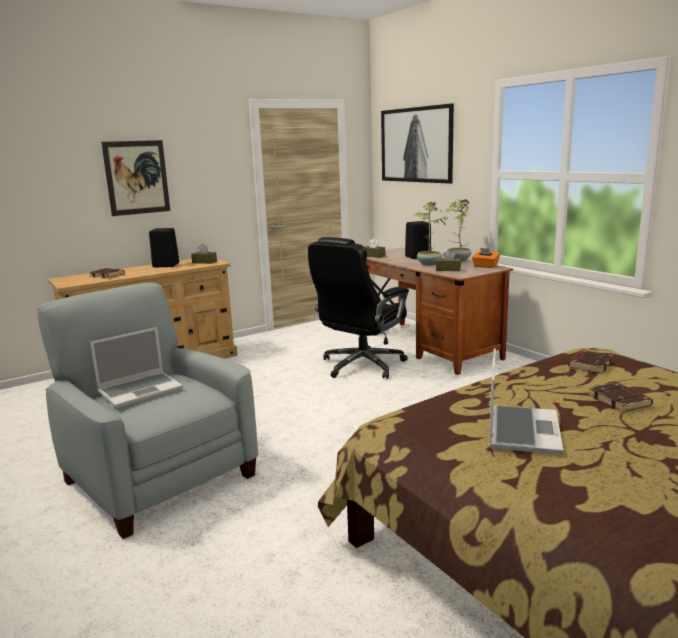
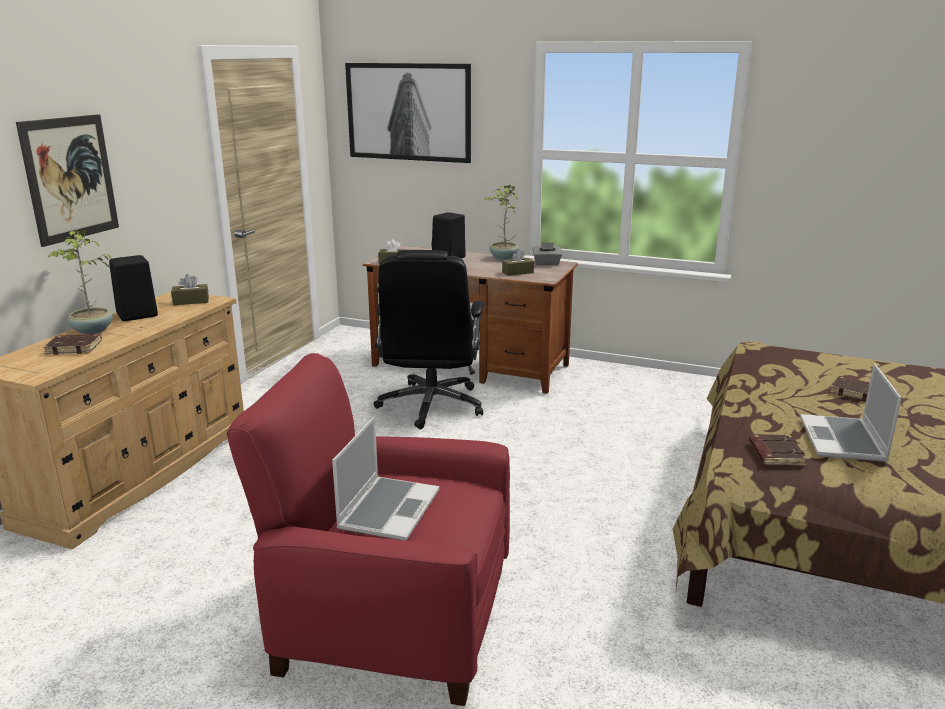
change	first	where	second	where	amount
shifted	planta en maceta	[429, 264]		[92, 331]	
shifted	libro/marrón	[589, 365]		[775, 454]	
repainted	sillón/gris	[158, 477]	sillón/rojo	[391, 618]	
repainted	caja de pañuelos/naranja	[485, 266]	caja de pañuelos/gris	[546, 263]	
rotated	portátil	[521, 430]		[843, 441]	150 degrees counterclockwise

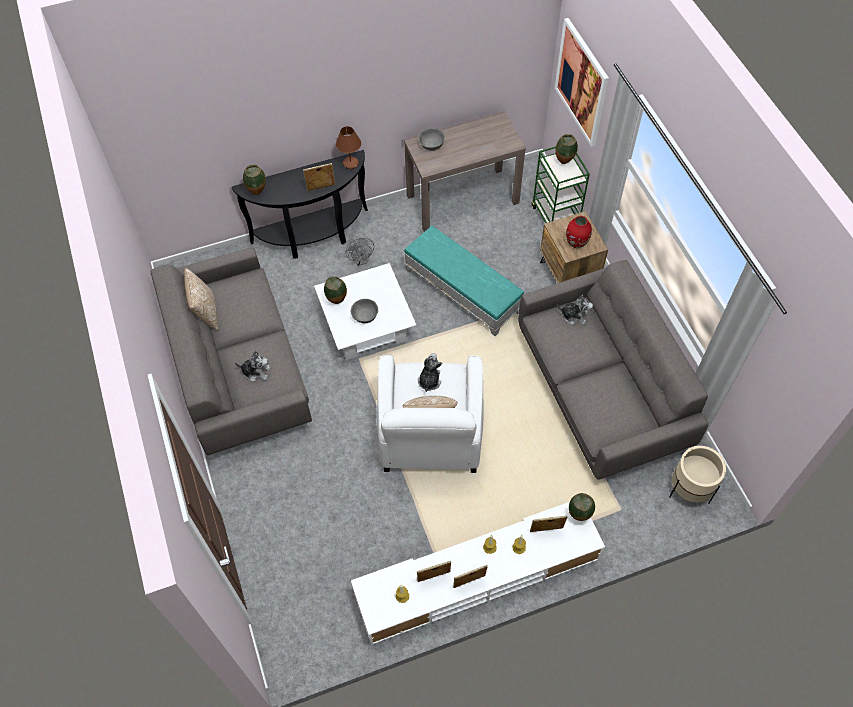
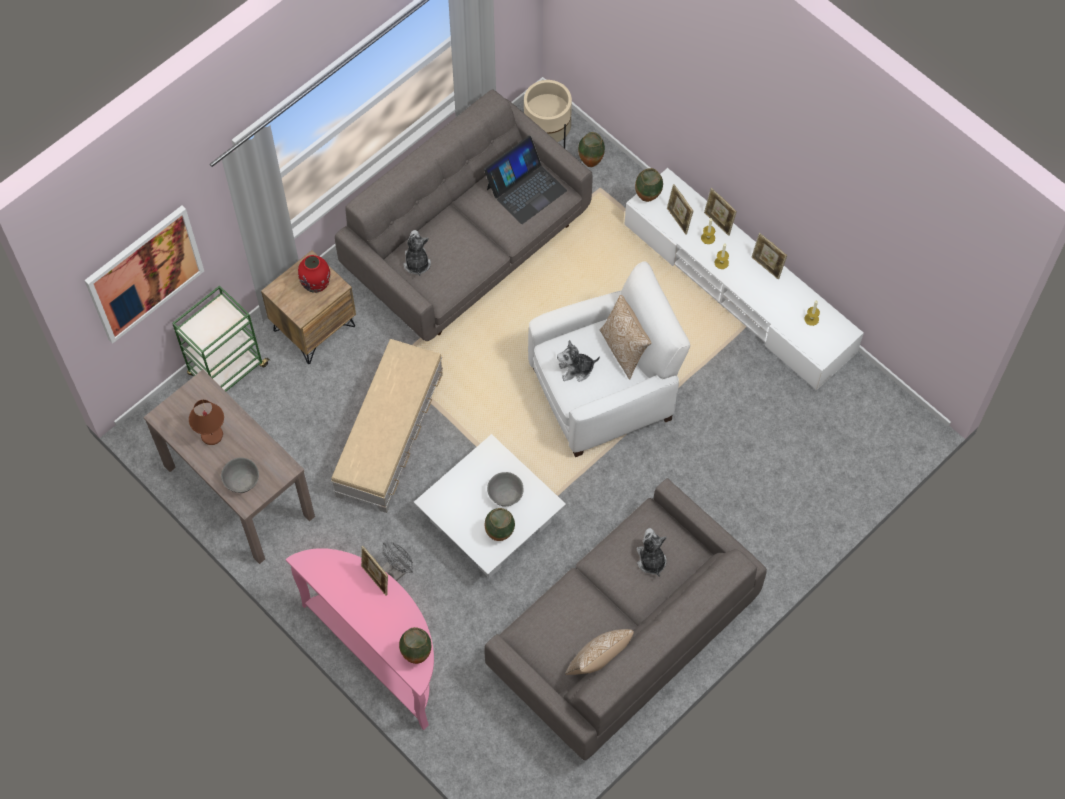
change	first	where	second	where	amount
new			portátil	[525, 189]	
shifted	lámpara de mesa/marrón	[350, 164]		[212, 435]	
shifted	portarretratos	[433, 578]		[718, 223]	
shifted	florero	[564, 162]		[590, 162]	
repainted	mesa consola/negro	[313, 236]	mesa consola/rosa	[380, 650]	
repainted	puf/turquesa	[462, 290]	puf/beis	[390, 434]	

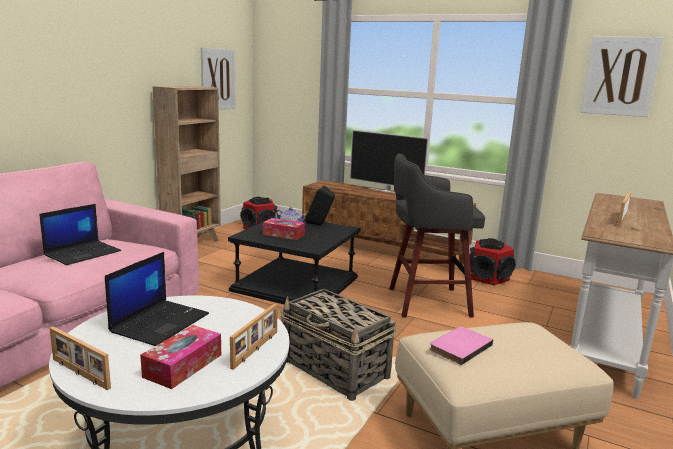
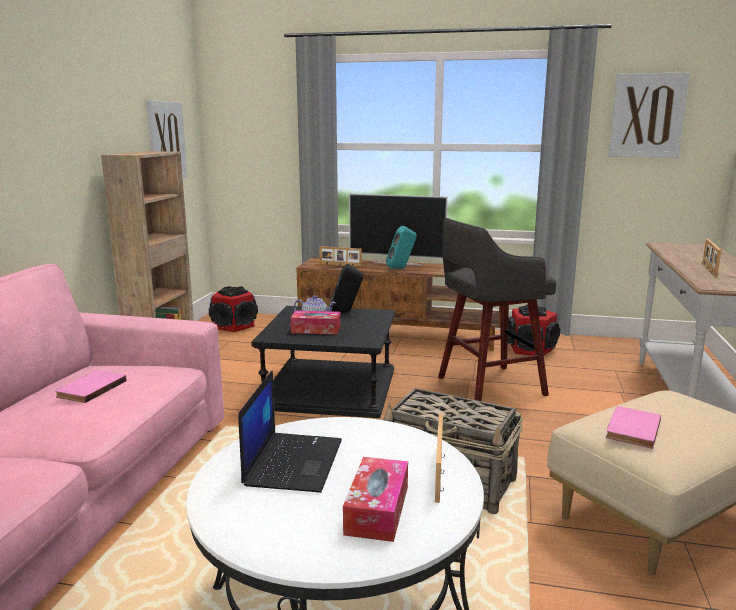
change	first	where	second	where	amount
new			altavoz/turquesa	[401, 268]	
shifted	portarretratos	[79, 374]		[340, 265]	
swapped	portátil	[83, 253]	libro/rosa	[90, 388]	

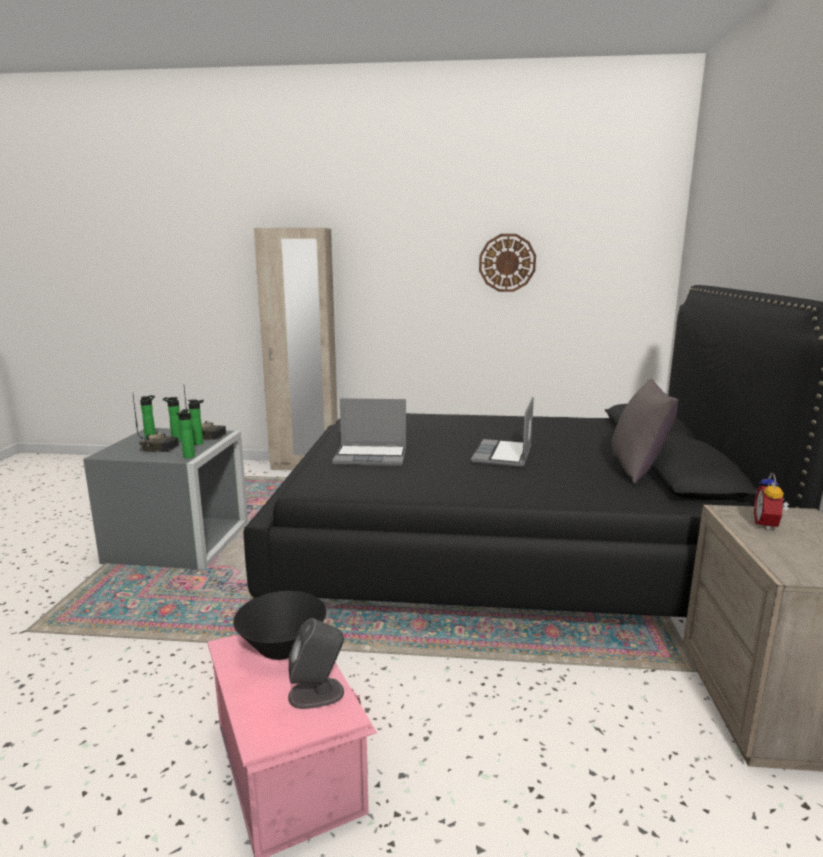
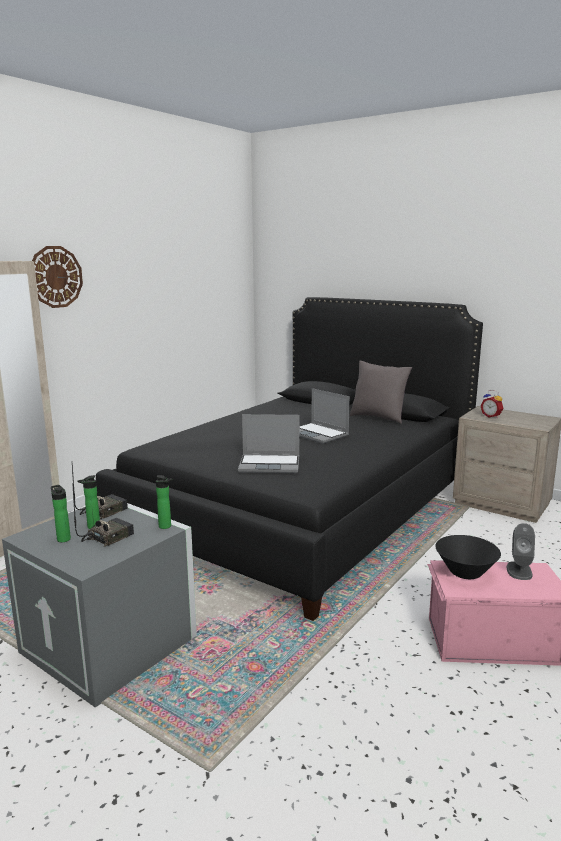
change	first	where	second	where	amount
gone	botella	[200, 443]			
shifted	reloj de pared	[507, 263]		[55, 277]	
rotated	portátil	[371, 457]		[270, 465]	60 degrees clockwise

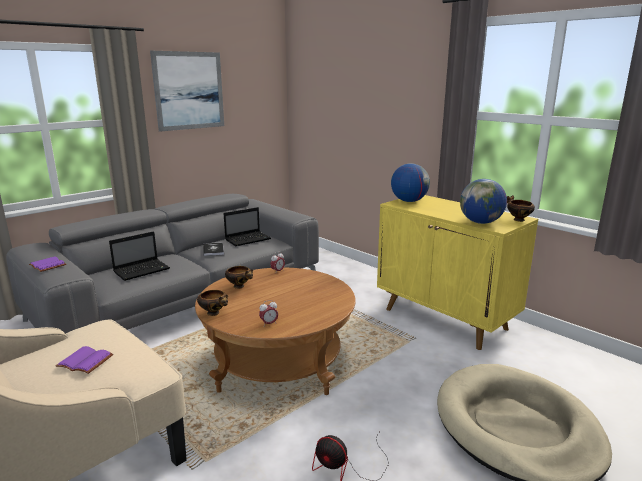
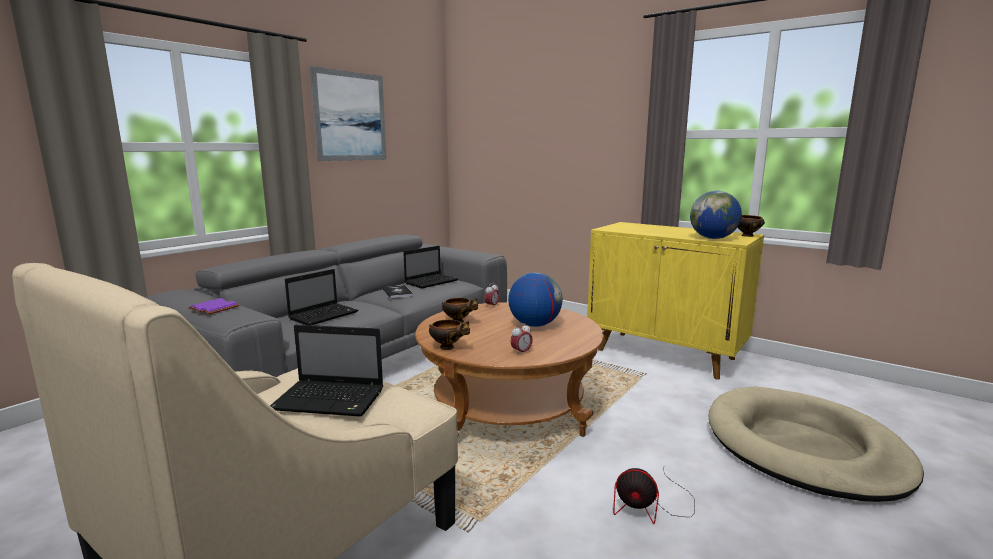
change	first	where	second	where	amount
shifted	globo terráqueo	[409, 201]		[534, 325]	
swapped	libro/morado	[86, 361]	portátil	[331, 400]	

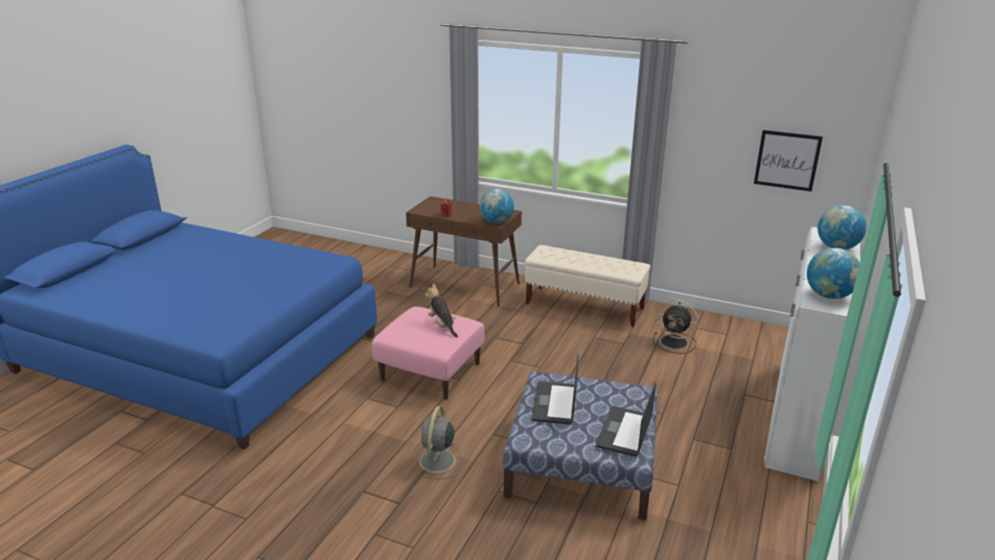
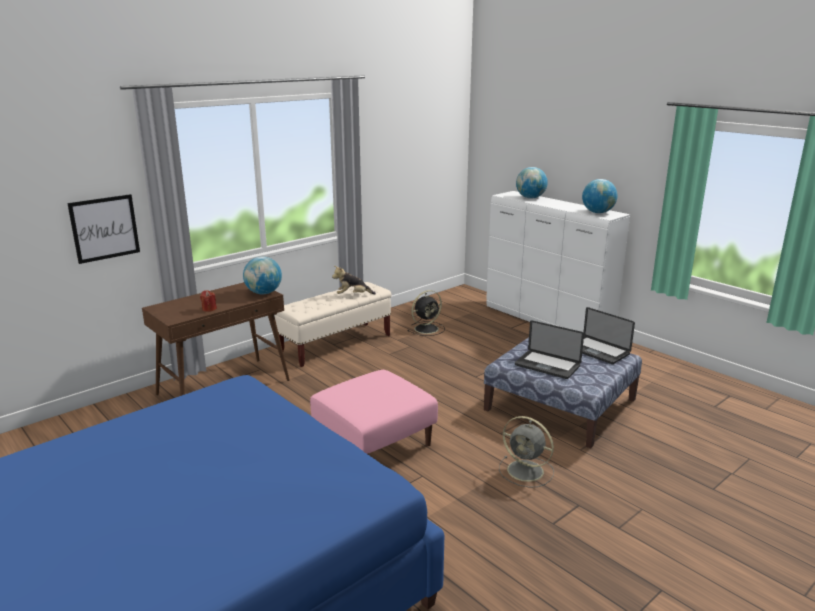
change	first	where	second	where	amount
shifted	peluche	[442, 325]		[353, 295]	
shifted	cuadro	[787, 160]		[104, 228]	

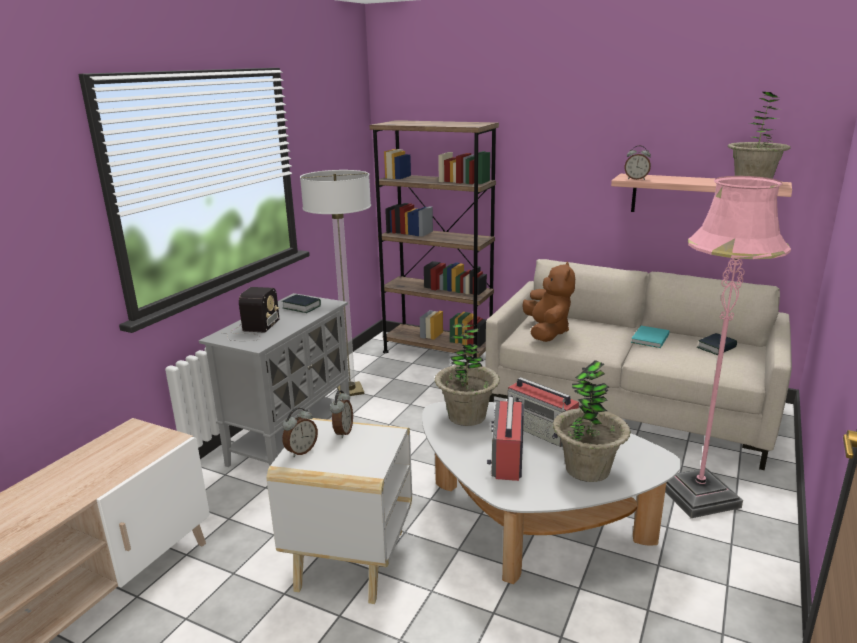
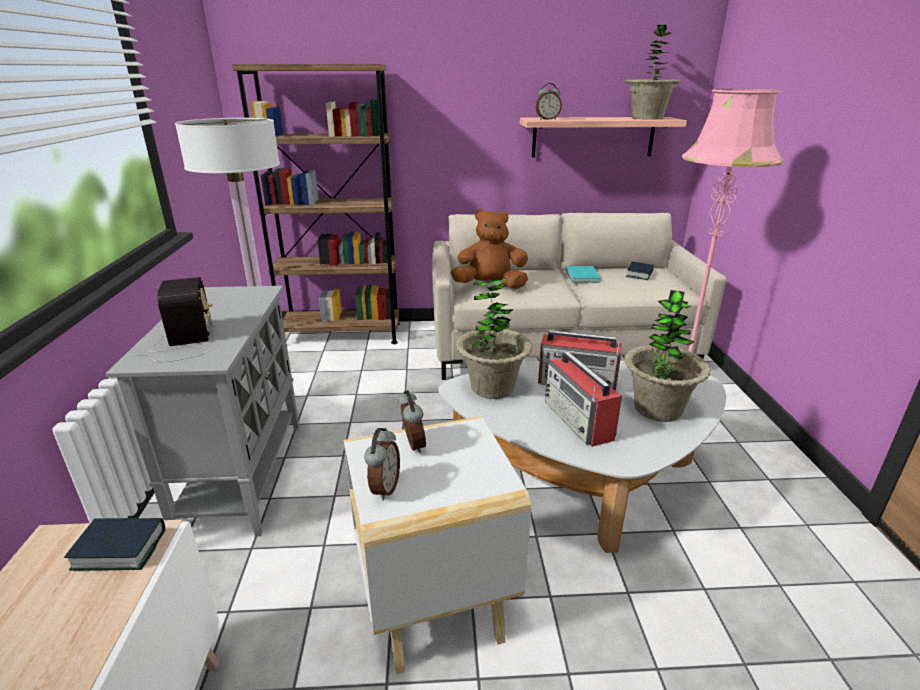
change	first	where	second	where	amount
shifted	libro	[301, 307]		[120, 549]	
rotated	peluche/marrón	[547, 332]		[490, 286]	60 degrees counterclockwise

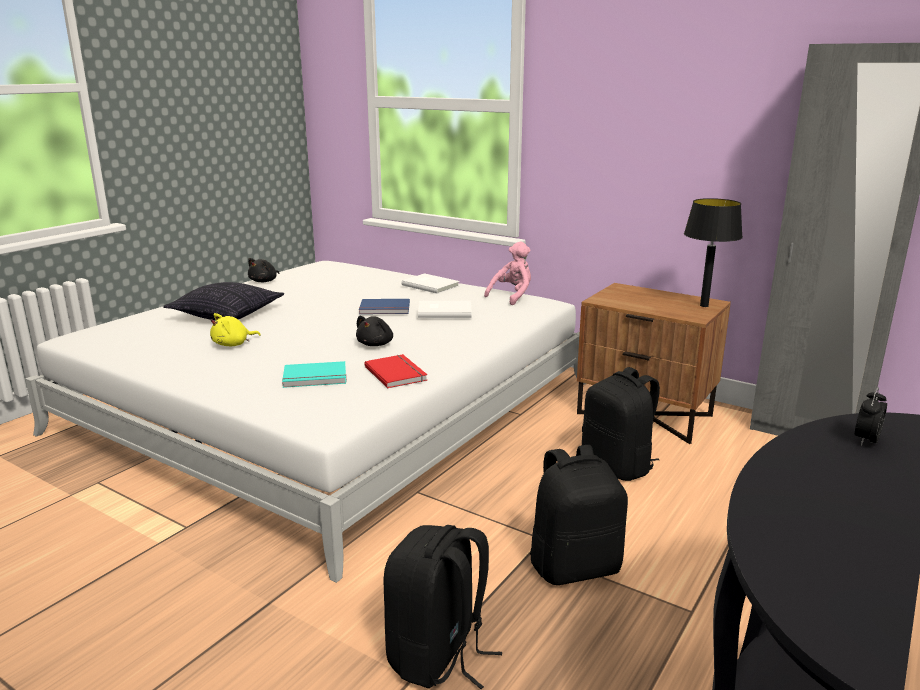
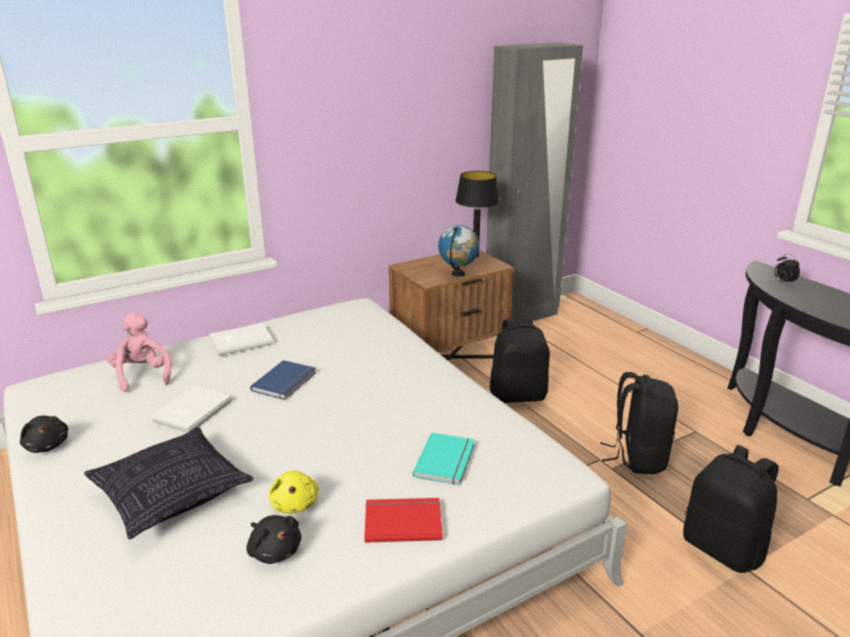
change	first	where	second	where	amount
new			globo terráqueo	[458, 274]	
shifted	peluche/negro	[376, 344]		[274, 551]	
shifted	libro/rojo	[397, 373]		[402, 521]	
shifted	libro/blanco	[444, 311]		[190, 412]	
shifted	peluche/rosa	[512, 296]		[142, 376]	

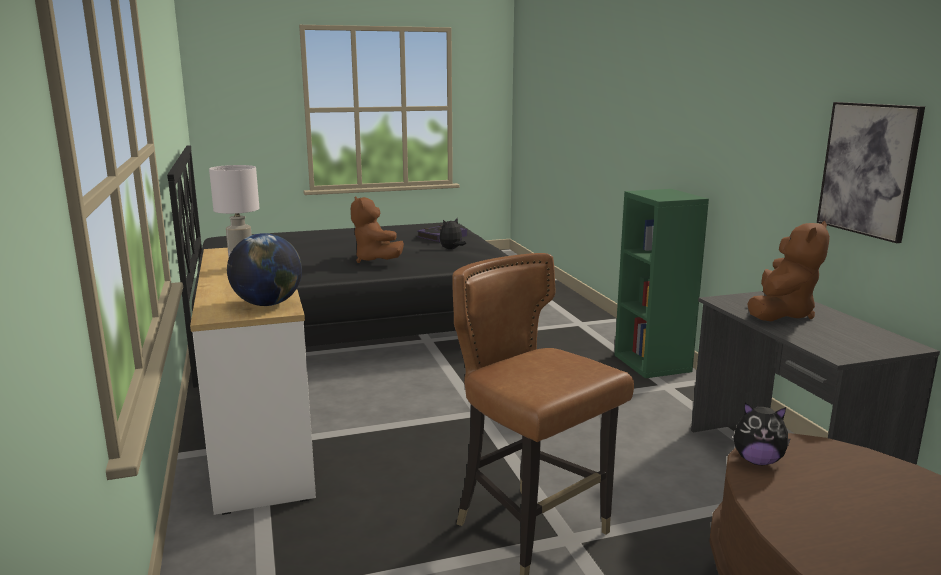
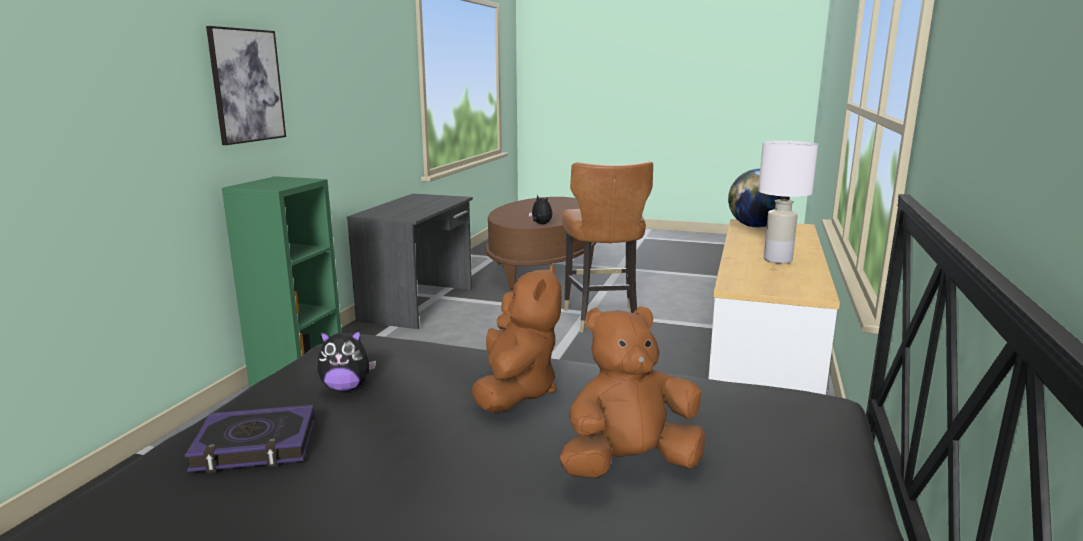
change	first	where	second	where	amount
shifted	peluche/marrón	[781, 314]		[629, 465]	
shifted	cuadro	[868, 169]		[247, 86]	

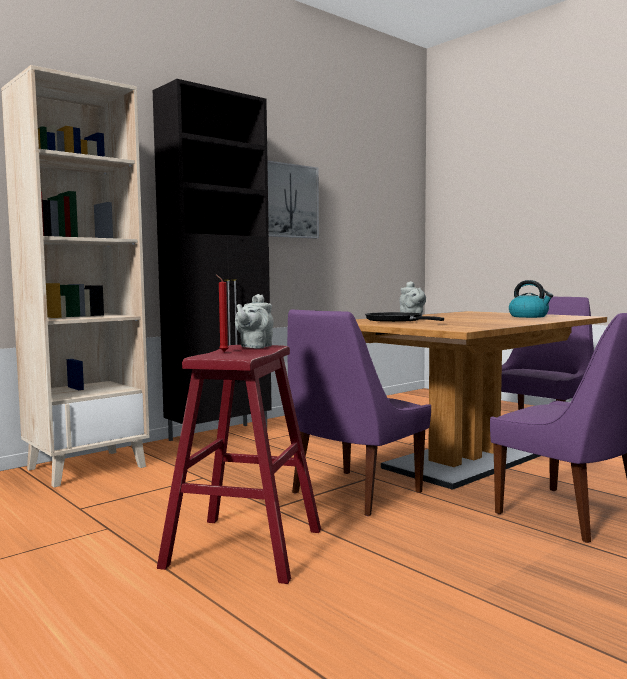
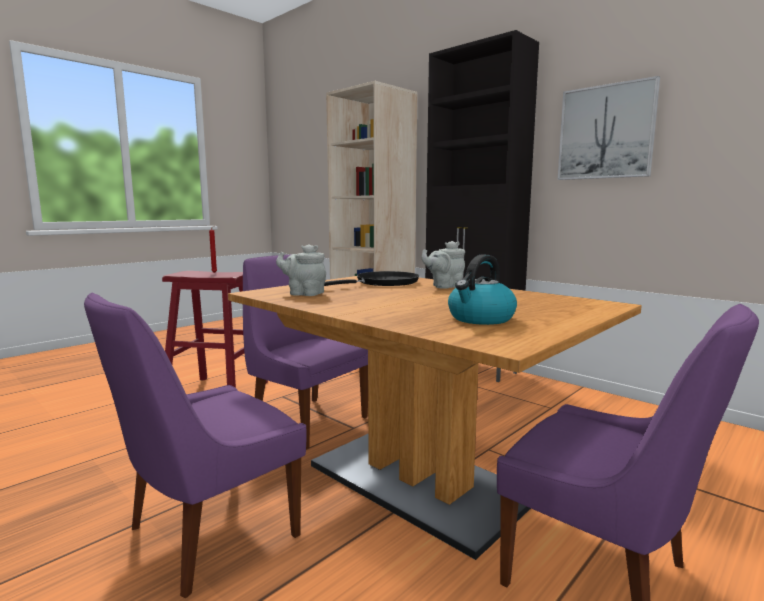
change	first	where	second	where	amount
shifted	tetera/gris	[255, 347]		[304, 293]	

